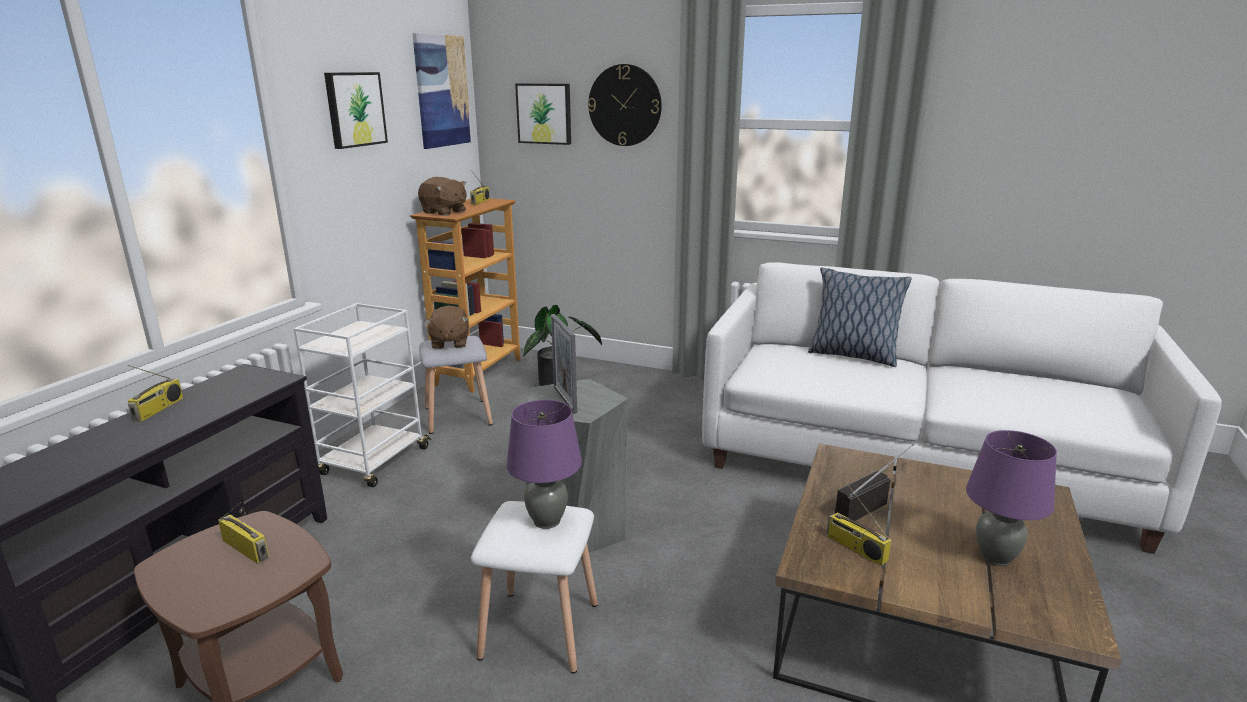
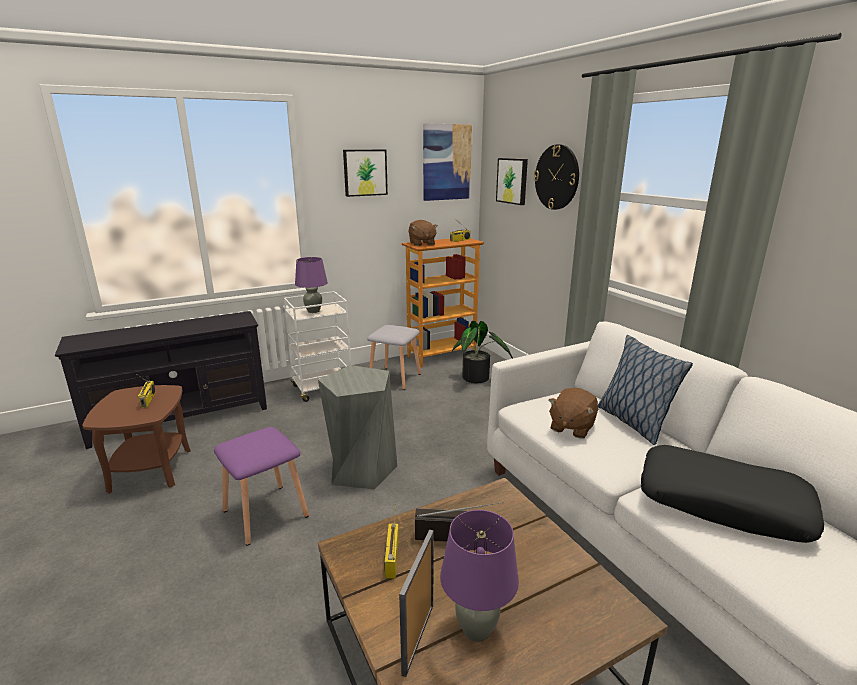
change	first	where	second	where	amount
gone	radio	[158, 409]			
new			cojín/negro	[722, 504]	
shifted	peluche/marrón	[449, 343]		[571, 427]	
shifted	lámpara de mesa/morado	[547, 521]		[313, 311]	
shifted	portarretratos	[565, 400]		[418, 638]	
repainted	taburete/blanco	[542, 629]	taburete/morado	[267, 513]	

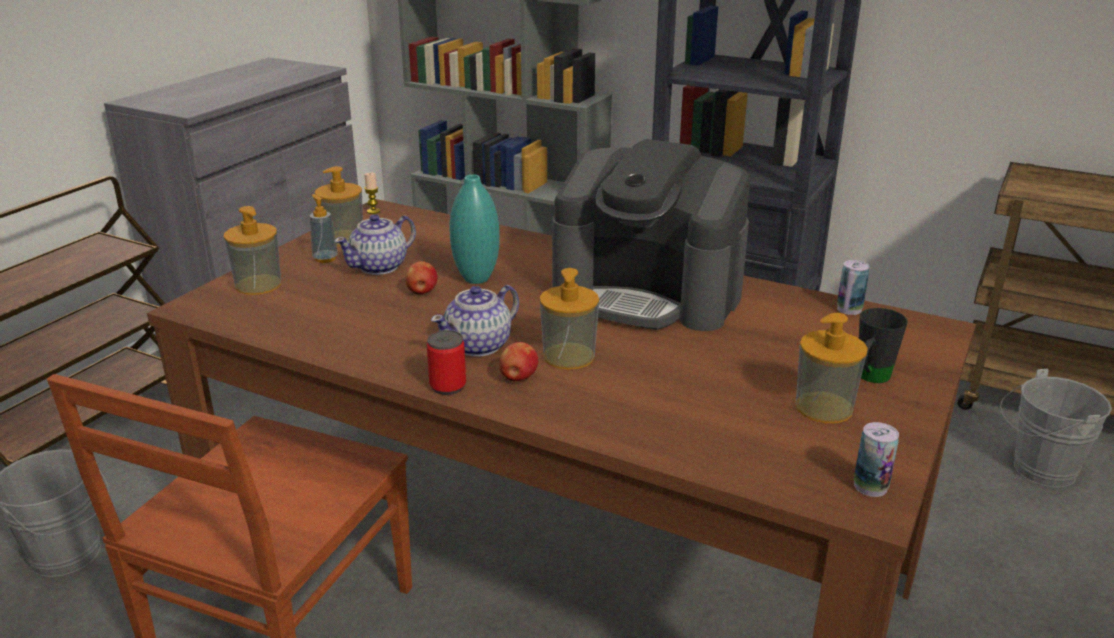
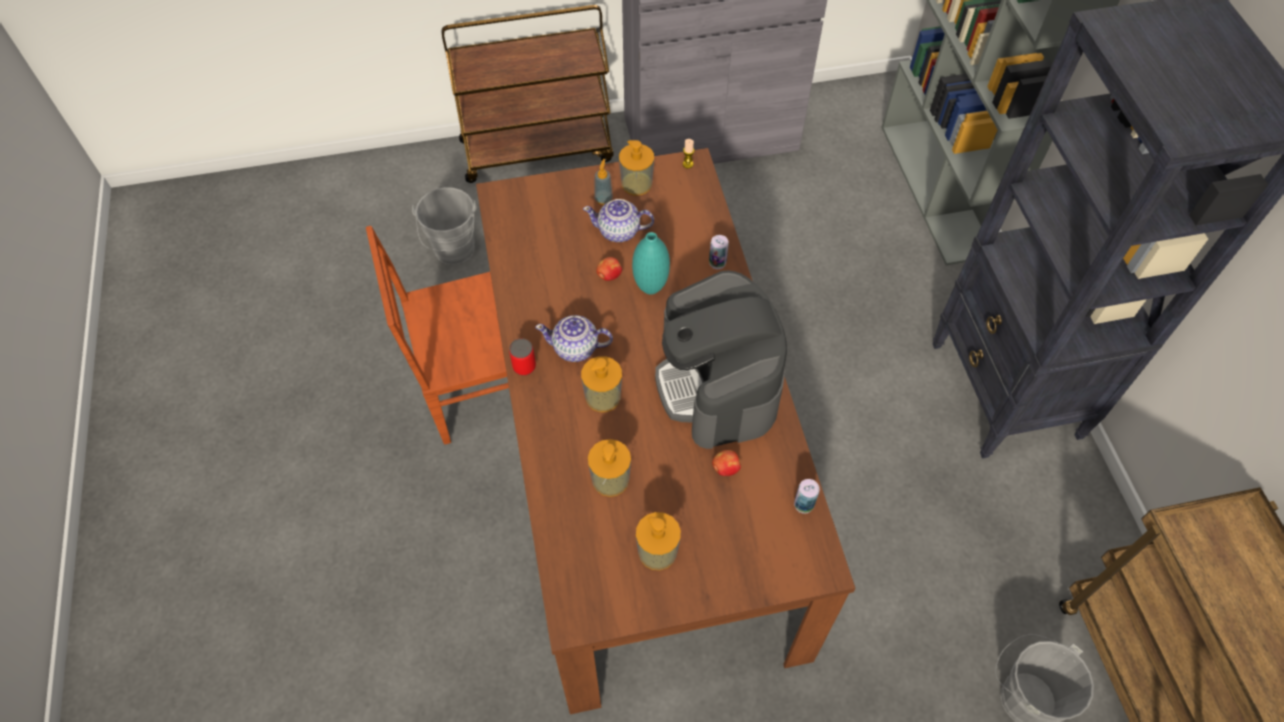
change	first	where	second	where	amount
gone	taza grande/negro	[869, 378]			
shifted	dispensador de jabón	[258, 285]		[610, 479]	
shifted	manzana	[518, 378]		[725, 468]	
shifted	lata	[870, 486]		[717, 262]	

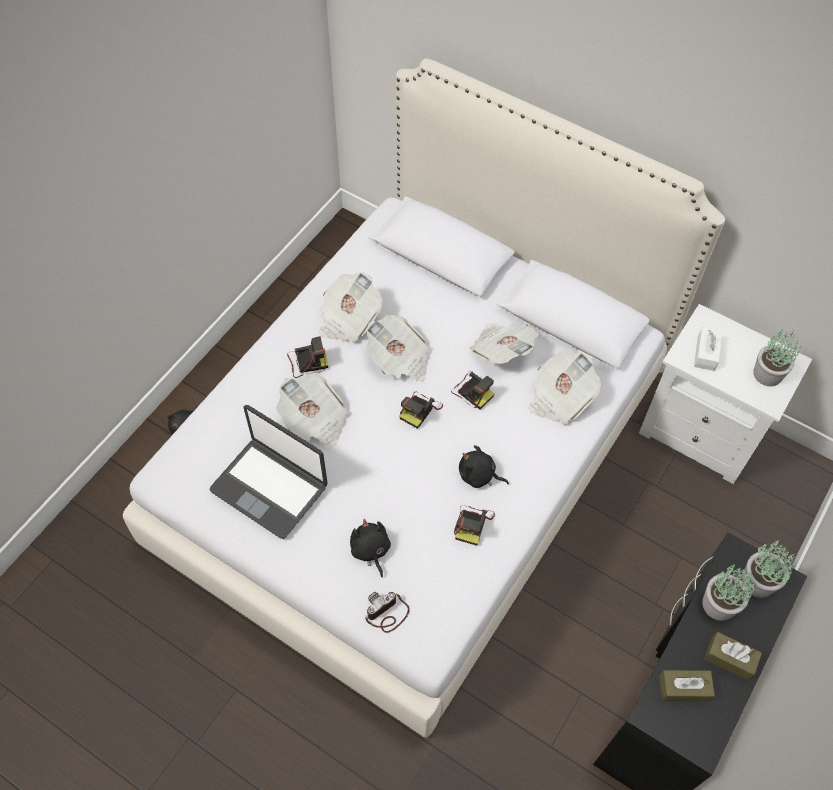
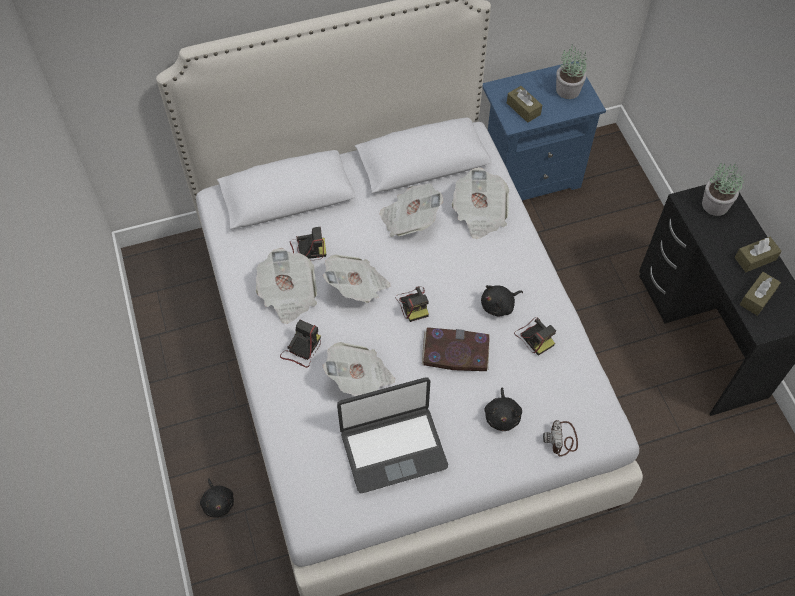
change	first	where	second	where	amount
gone	planta en maceta	[718, 605]			
new			libro	[455, 352]	
shifted	cámara	[472, 391]		[307, 250]	
repainted	mesita de noche/blanco	[701, 433]	mesita de noche/azul	[529, 175]	
repainted	caja de pañuelos/blanco	[706, 353]	caja de pañuelos/marrón	[523, 109]	
rotated	peluche/negro	[370, 550]		[502, 416]	105 degrees counterclockwise

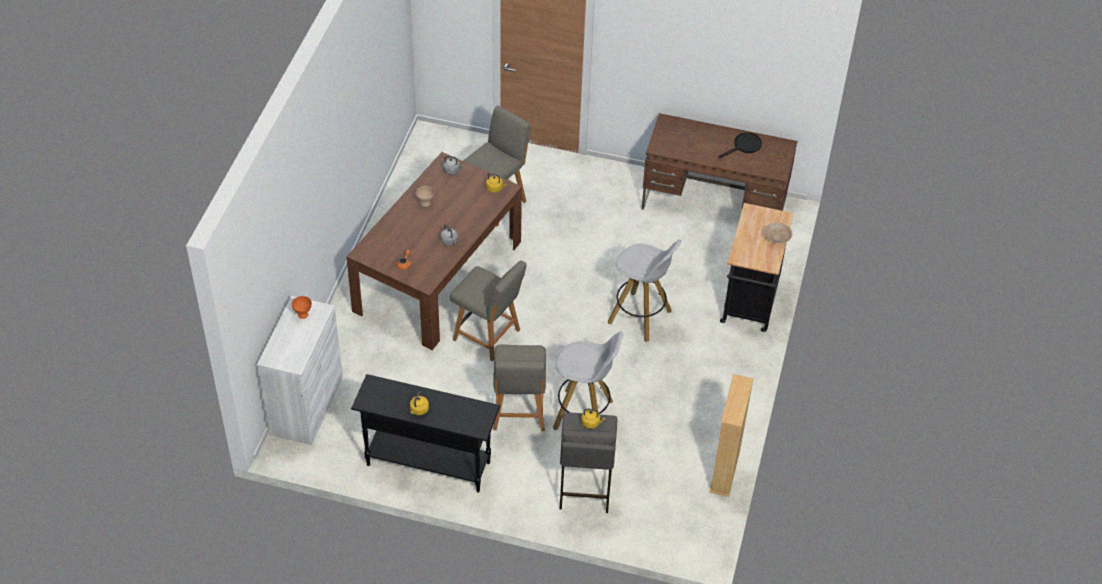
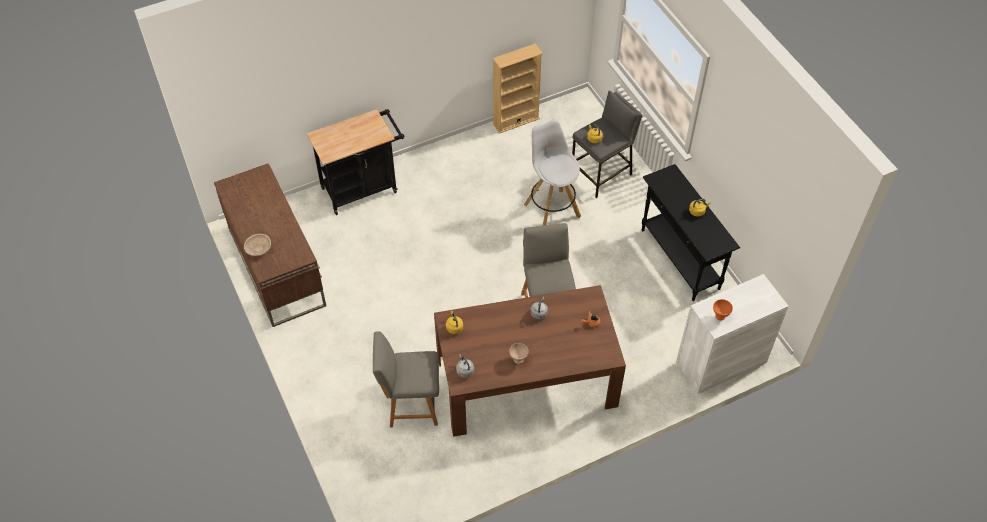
change	first	where	second	where	amount
gone	silla/gris	[519, 412]			
gone	taburete/blanco	[641, 317]			
gone	sartén/negro	[744, 146]			
shifted	cuenco/beis	[777, 238]		[258, 249]	

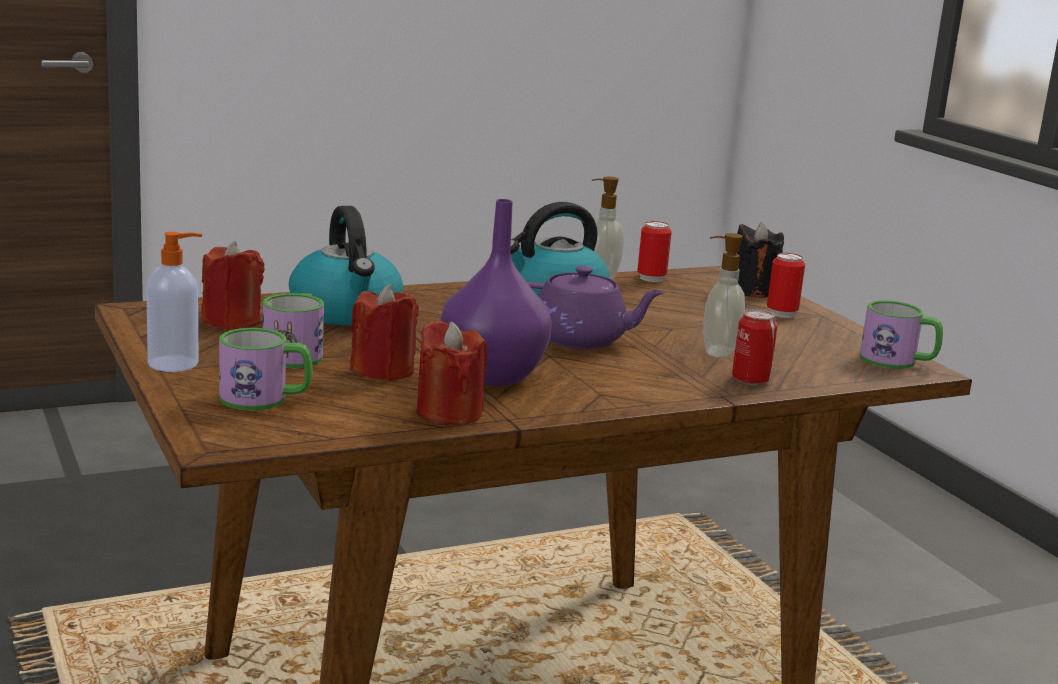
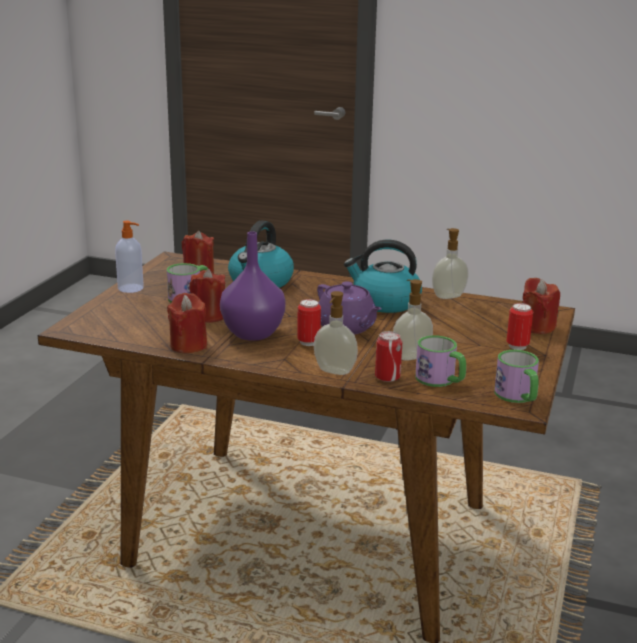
change	first	where	second	where	amount
new			dispensador de jabón	[334, 371]	
shifted	taza grande	[265, 399]		[440, 380]	
shifted	lata	[651, 278]		[308, 342]	
repainted	vela/negro	[753, 290]	vela/rojo	[537, 327]	

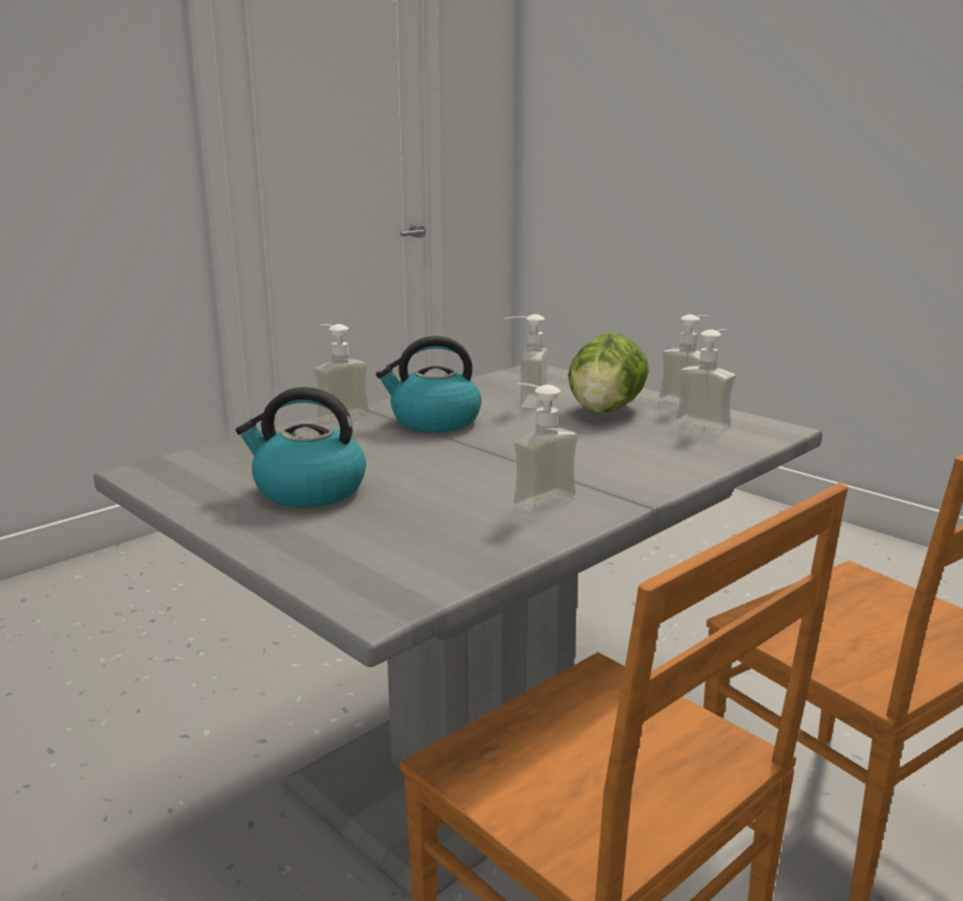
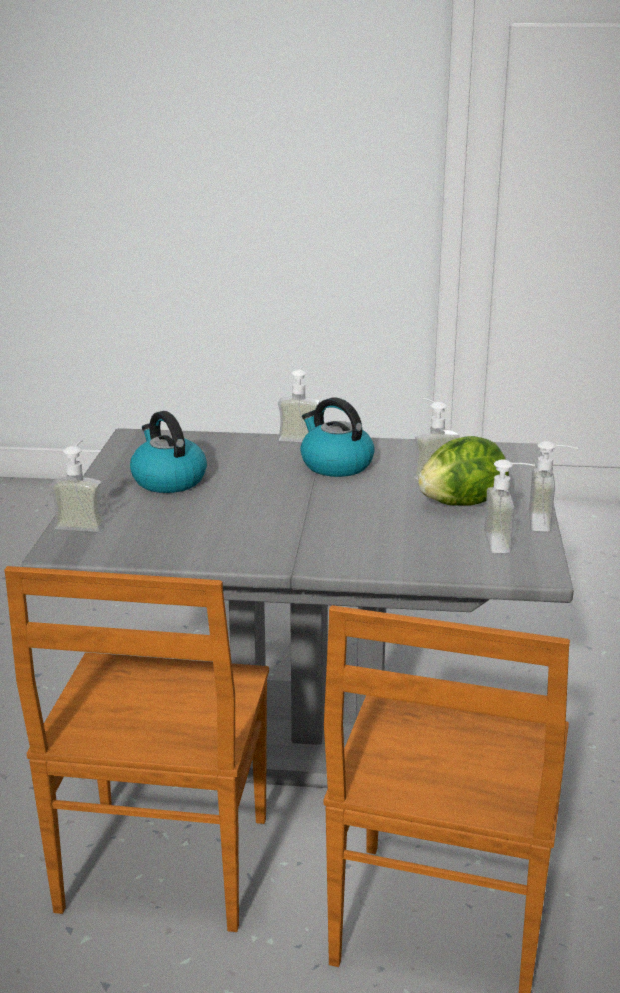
change	first	where	second	where	amount
shifted	dispensador de jabón	[534, 497]		[82, 523]	

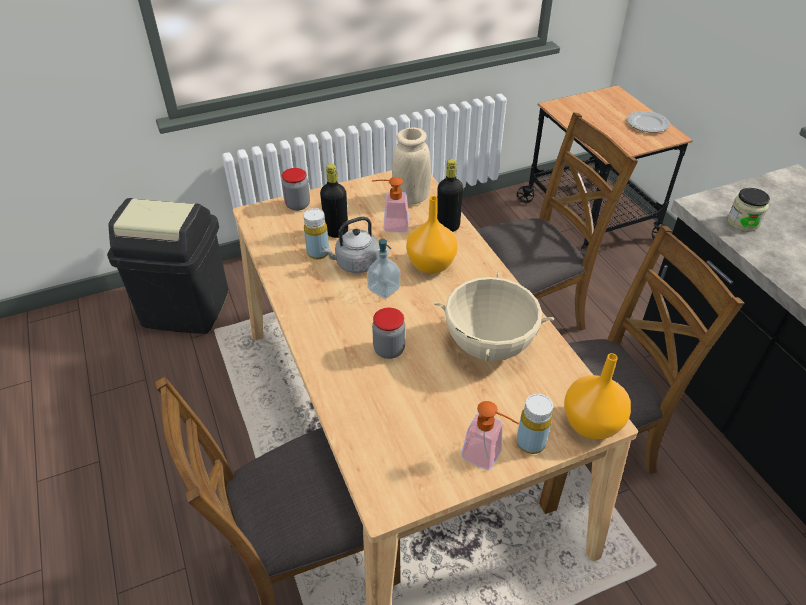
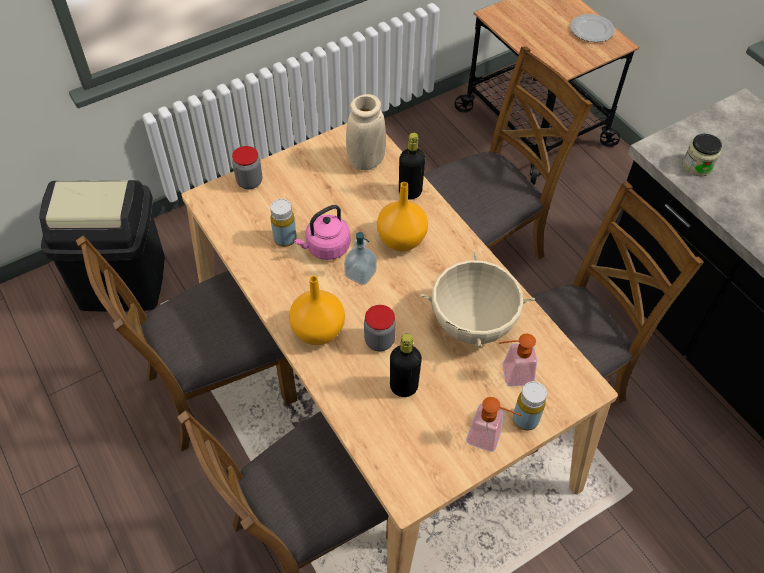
change	first	where	second	where	amount
new			silla/marrón	[218, 387]	
shifted	botella/negro	[336, 232]		[403, 387]	
shifted	dispensador de jabón	[390, 225]		[511, 375]	
shifted	florero/naranja	[590, 425]		[317, 332]	
repainted	hervidor/gris	[355, 264]	hervidor/rosa	[325, 248]	

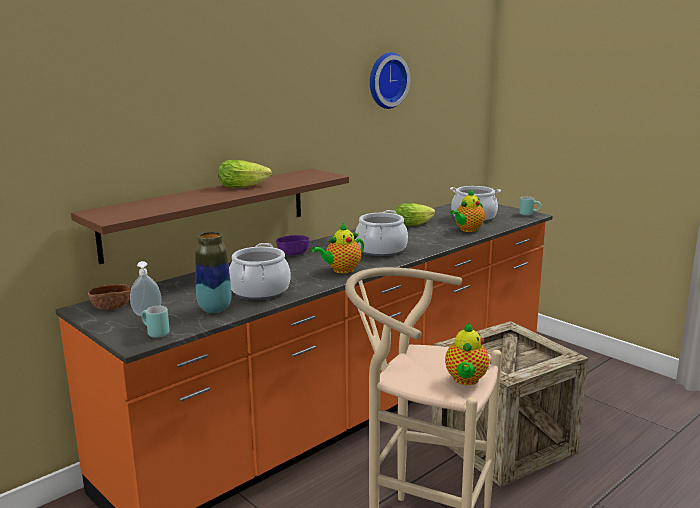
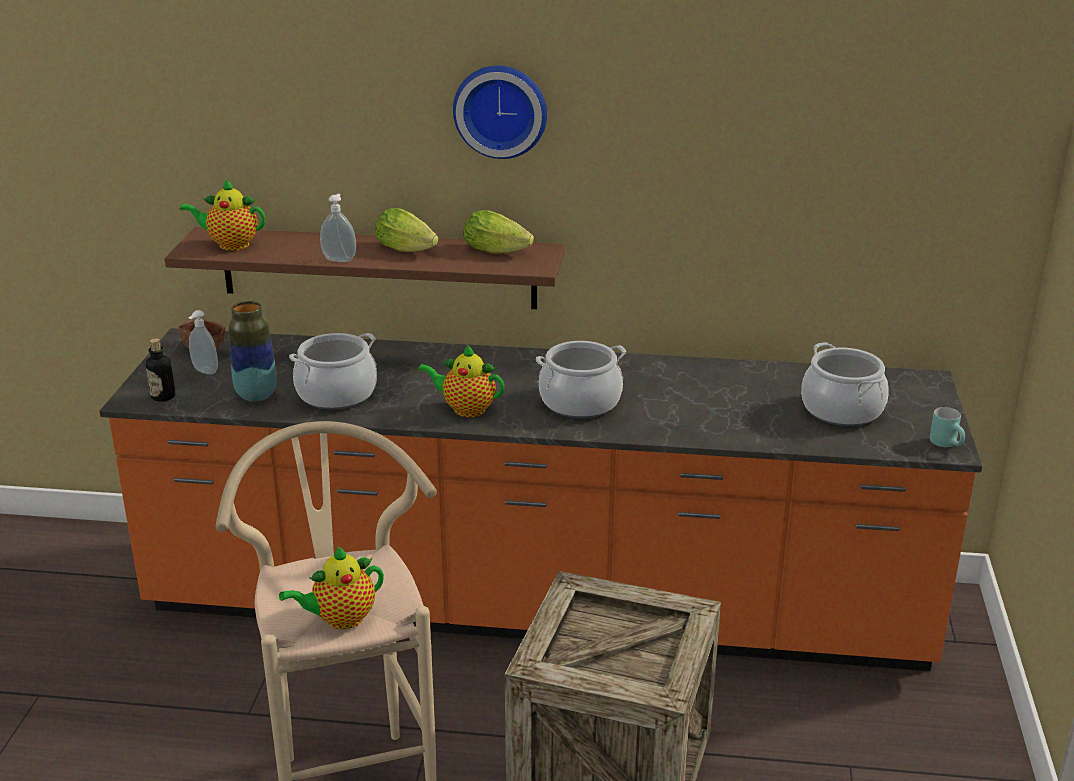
change	first	where	second	where	amount
gone	cuenco/morado	[293, 253]			
new			dispensador de jabón	[340, 259]	
shifted	reloj de pared	[386, 80]		[501, 110]	
shifted	lechuga	[415, 224]		[499, 251]	
shifted	tetera	[467, 230]		[230, 245]	
swapped	taza grande/turquesa	[154, 333]	botella	[163, 396]	

